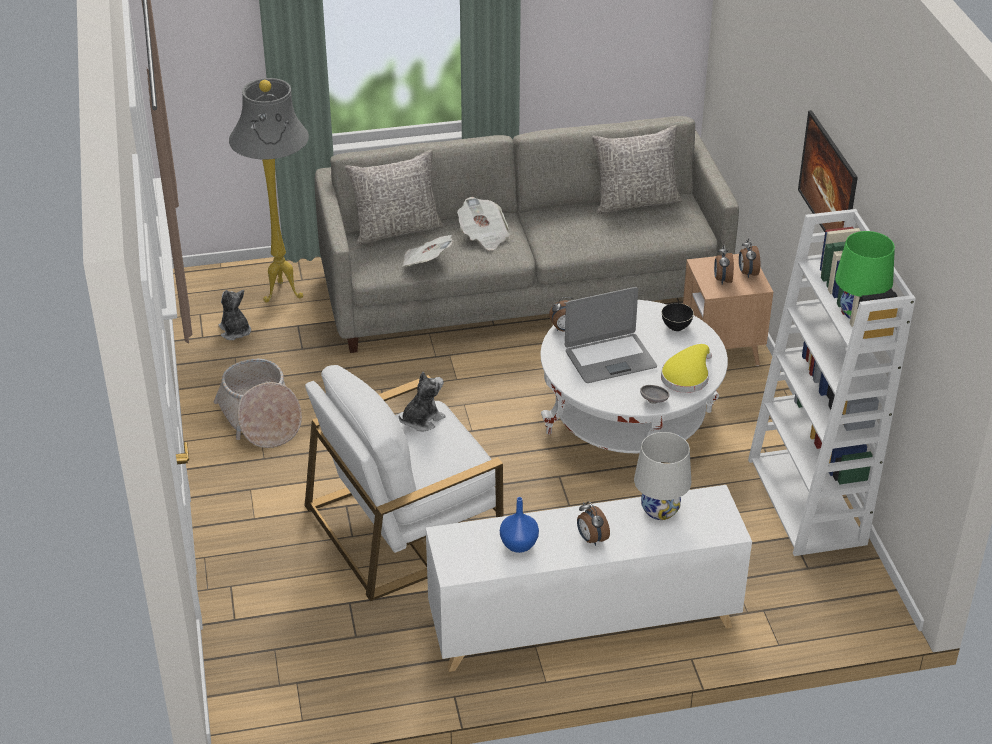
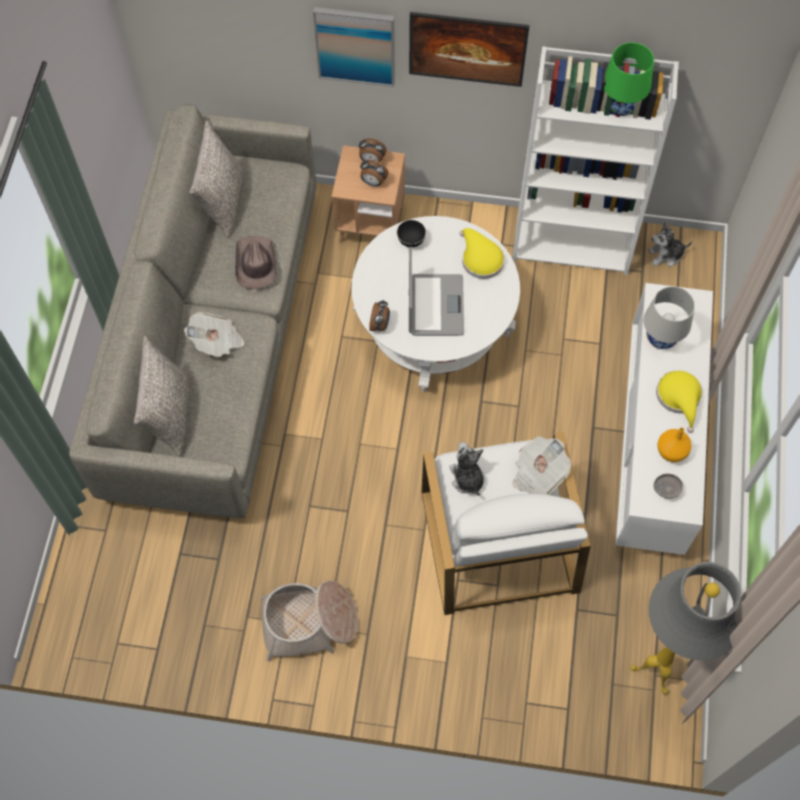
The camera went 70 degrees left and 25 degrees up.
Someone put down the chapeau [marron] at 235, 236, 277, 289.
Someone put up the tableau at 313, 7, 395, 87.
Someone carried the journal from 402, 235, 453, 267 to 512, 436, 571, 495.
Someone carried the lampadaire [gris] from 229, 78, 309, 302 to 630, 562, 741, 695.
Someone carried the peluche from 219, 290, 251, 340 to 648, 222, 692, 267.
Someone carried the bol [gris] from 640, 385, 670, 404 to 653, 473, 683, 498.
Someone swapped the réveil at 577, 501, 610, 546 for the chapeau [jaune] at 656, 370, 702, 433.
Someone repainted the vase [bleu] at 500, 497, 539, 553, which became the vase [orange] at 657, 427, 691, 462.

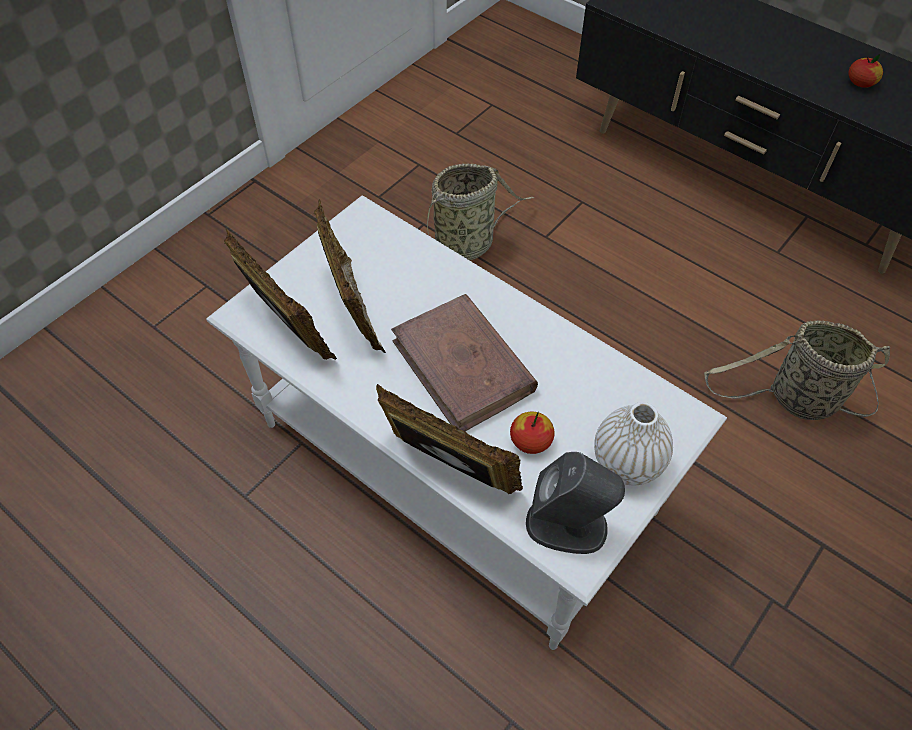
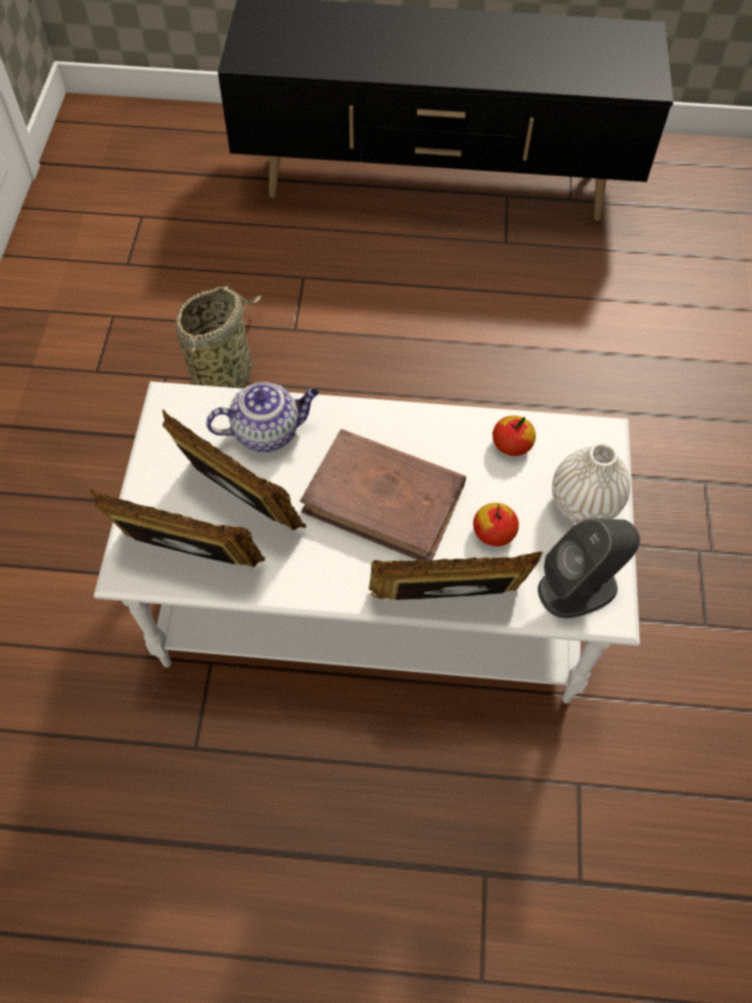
The camera went 35 degrees left and 5 degrees up.
Someone put down the théière at 206, 382, 319, 452.
Someone carried the pomme from 849, 54, 883, 88 to 493, 415, 536, 456.
Someone took away the panier at 704, 320, 890, 420.

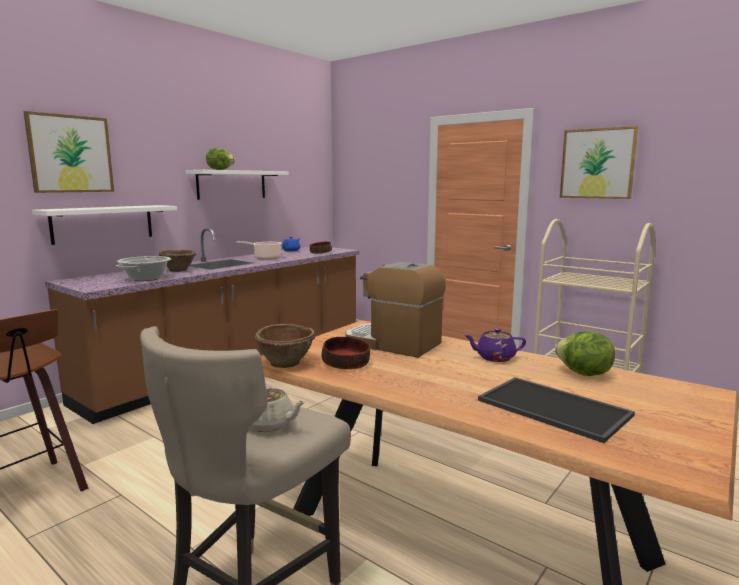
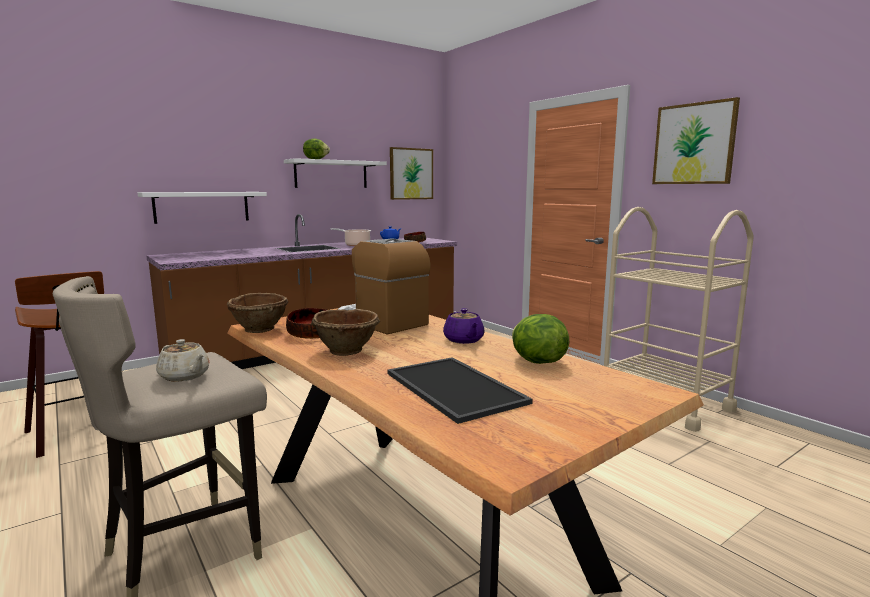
The camera went 15 degrees right and 0 degrees up.
Someone carried the bol [marron] from 159, 249, 196, 272 to 311, 309, 380, 356.
Someone carried the tableau from 23, 111, 114, 193 to 390, 147, 433, 200.
Someone rotated the théière [violet] at 464, 328, 526, 362 by 120 degrees counterclockwise.
Someone took away the marmite at 116, 256, 172, 281.

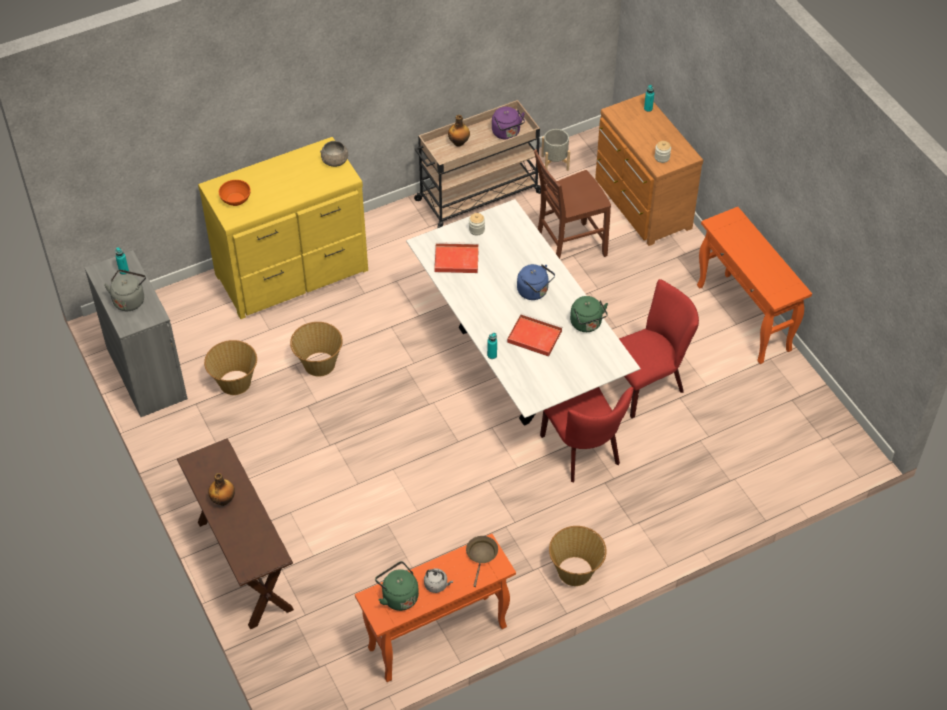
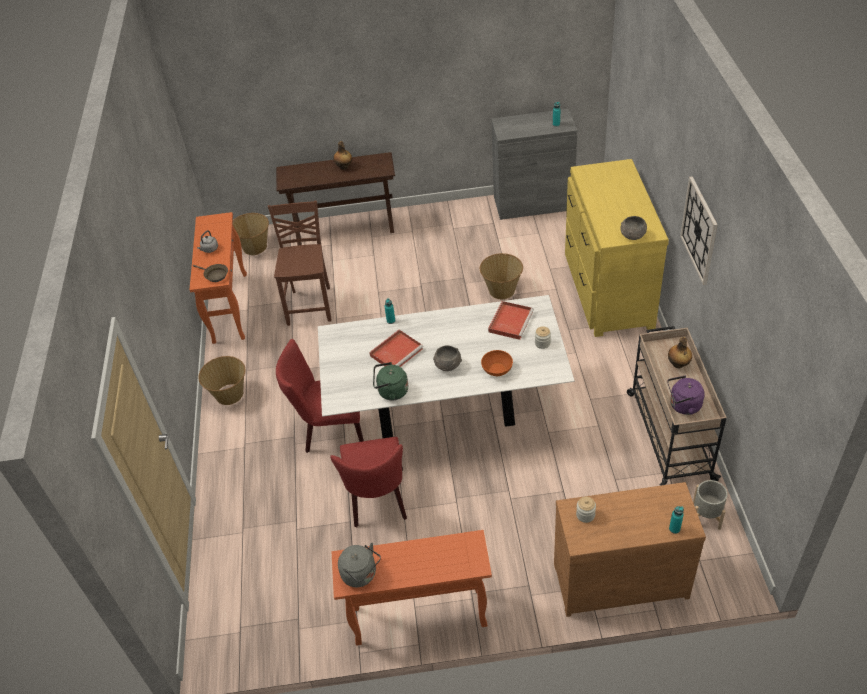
The camera went 115 degrees right and 5 degrees down.
Someone carried the panier from 204, 340, 257, 395 to 233, 213, 269, 255.
Someone carried the chaise [marron] from 534, 149, 611, 259 to 268, 201, 331, 326.
Someone carried the bouilloire [gris] from 104, 270, 146, 311 to 338, 543, 381, 587.
Someone swapped the bouilloire [bleu] at 517, 264, 555, 300 for the bol [gris] at 433, 345, 462, 371.
Someone carried the bol [orange] from 219, 180, 251, 206 to 481, 350, 513, 376.
Someone put up the horloge murale at 680, 176, 718, 285.
Someone took away the bouilloire [vert] at 375, 561, 419, 611.

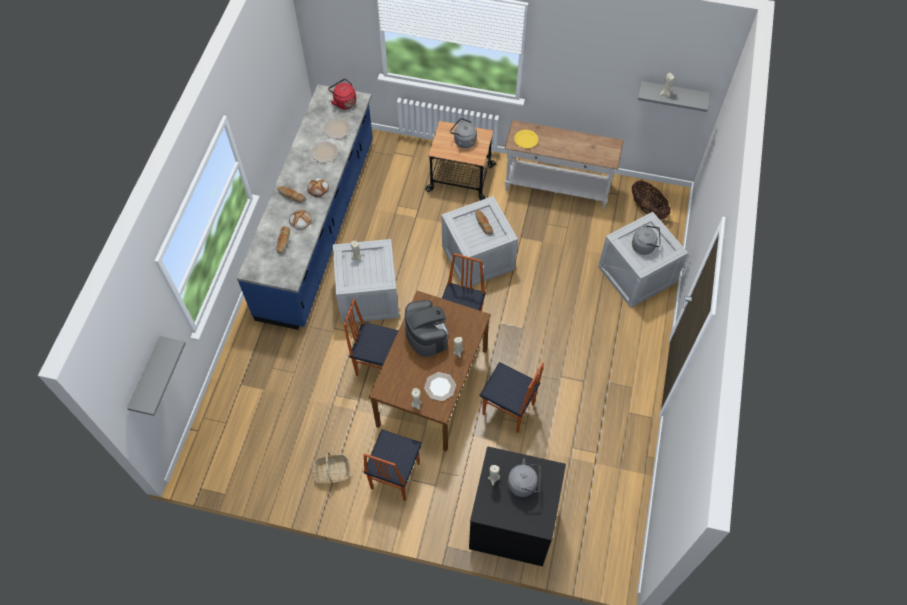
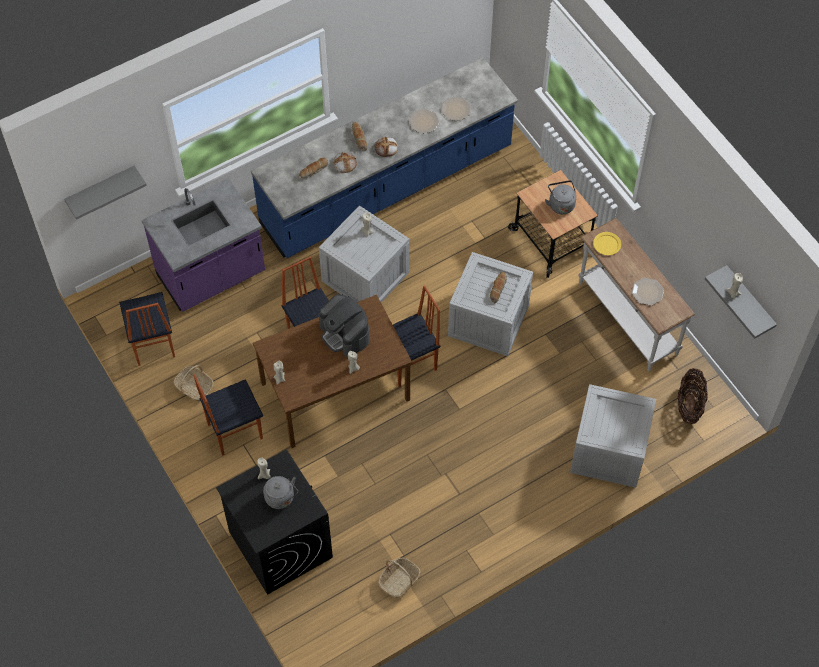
The camera went 45 degrees right and 0 degrees up.
Someone carried the chaise from 480, 362, 544, 433 to 119, 292, 175, 366.
Someone put down the comptoir de cuisine [violet] at 141, 178, 265, 312.
Someone rotated the machine à café at 405, 300, 449, 357 by 120 degrees clockwise.
Someone put down the panier at 379, 558, 421, 598.
Someone carried the assiette from 424, 372, 456, 401 to 632, 278, 664, 305.
Someone took away the bouilloire [rouge] at 328, 79, 356, 109.
Someone took away the bouilloire [gris] at 632, 224, 661, 255.

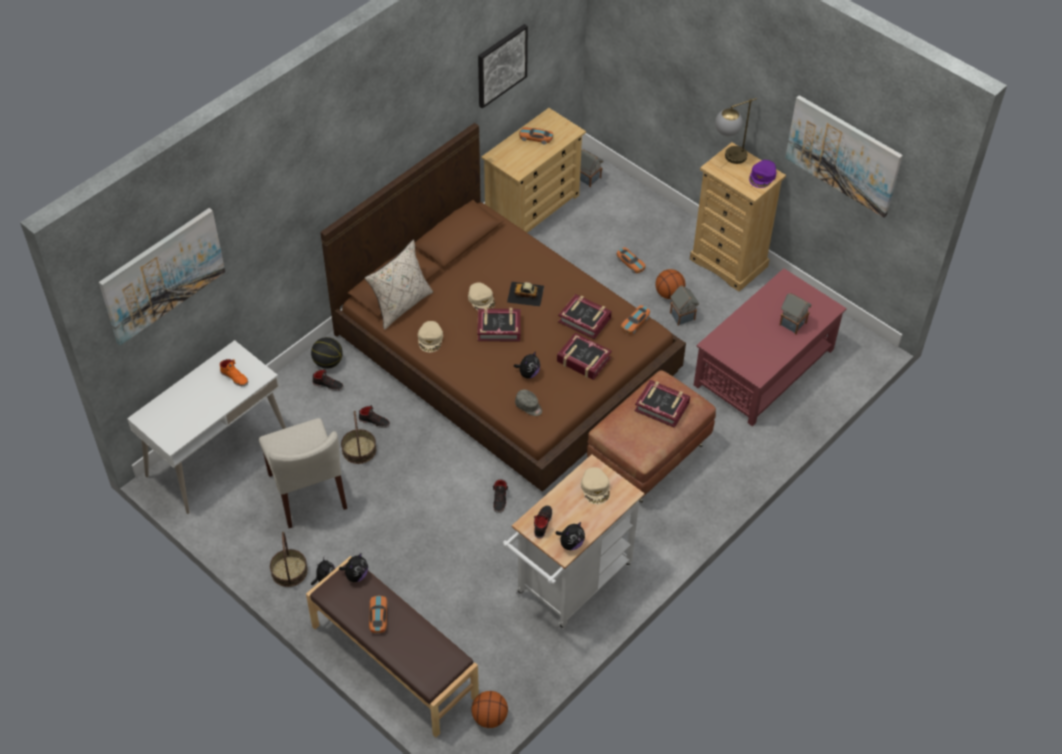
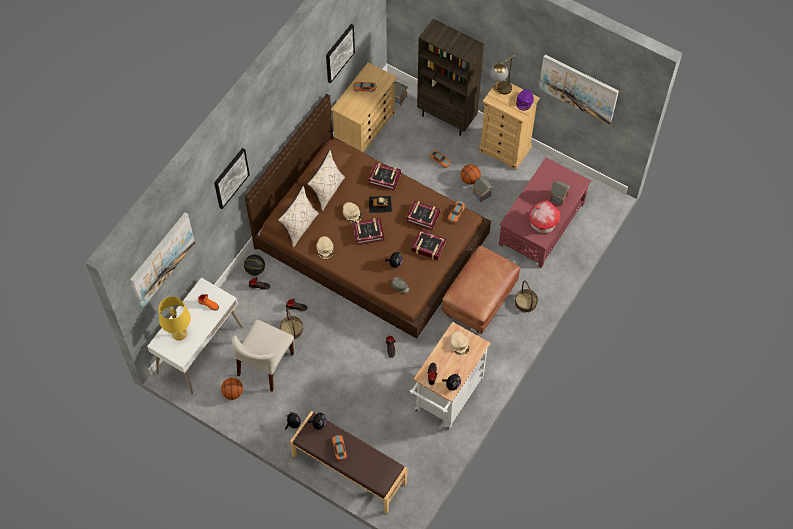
The camera went 10 degrees left and 10 degrees up.
Someone put down the lampe de table [jaune] at 159, 297, 191, 341.
Someone put up the tableau at 214, 148, 250, 209.
Someone carried the ballon de basket from 471, 691, 508, 728 to 221, 378, 243, 400.
Someone rotated the chaise [beige] at 259, 418, 347, 528 by 60 degrees clockwise.
Someone put down the coussin [beige] at 307, 150, 345, 211.
Someone carried the livre from 634, 380, 690, 428 to 368, 163, 401, 191.
Someone put down the bibliothèque [marron] at 417, 19, 484, 136.
Someone carried the panier from 270, 532, 308, 587 to 515, 280, 538, 313.
Someone put down the maison miniature at 529, 200, 560, 233.

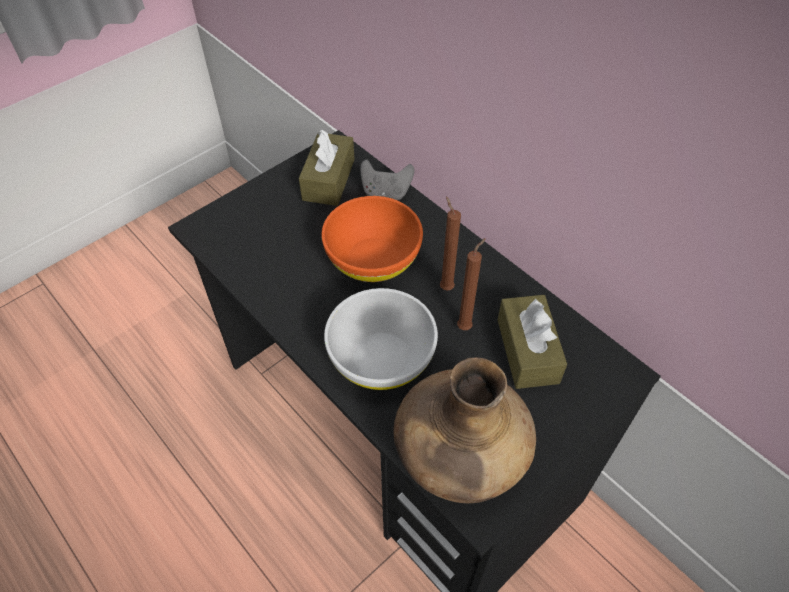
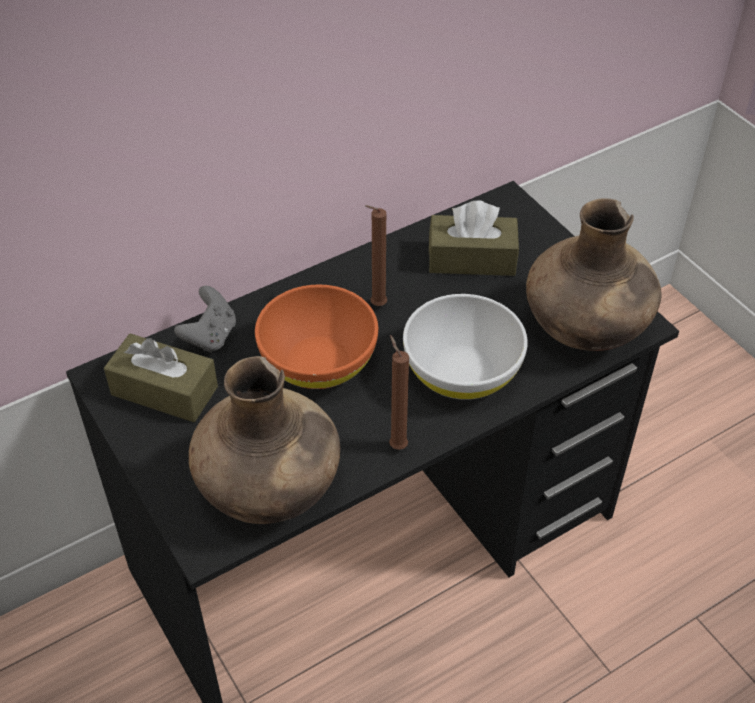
The camera went 80 degrees left and 5 degrees down.
Someone put down the vase [marron] at 189, 356, 340, 524.
Someone carried the bougie [marron] from 457, 238, 486, 330 to 389, 335, 409, 450.

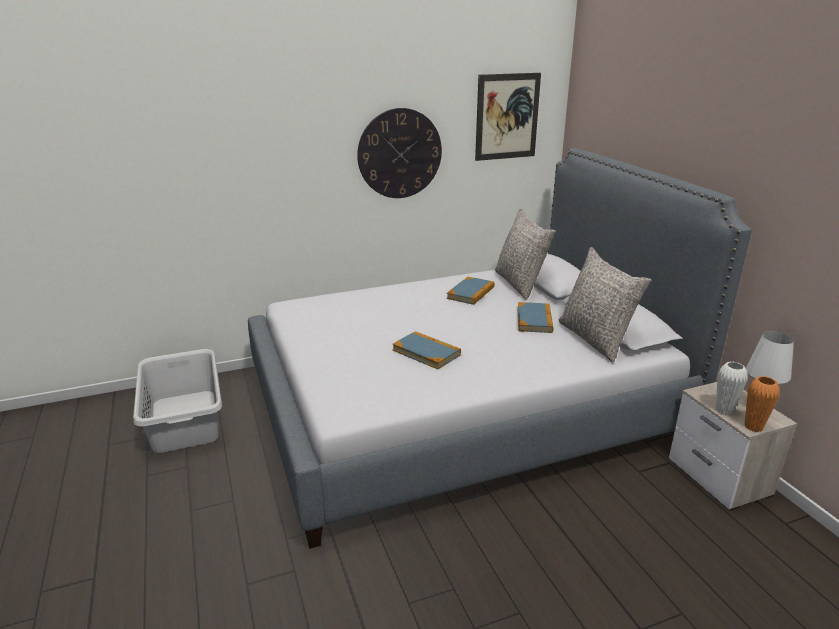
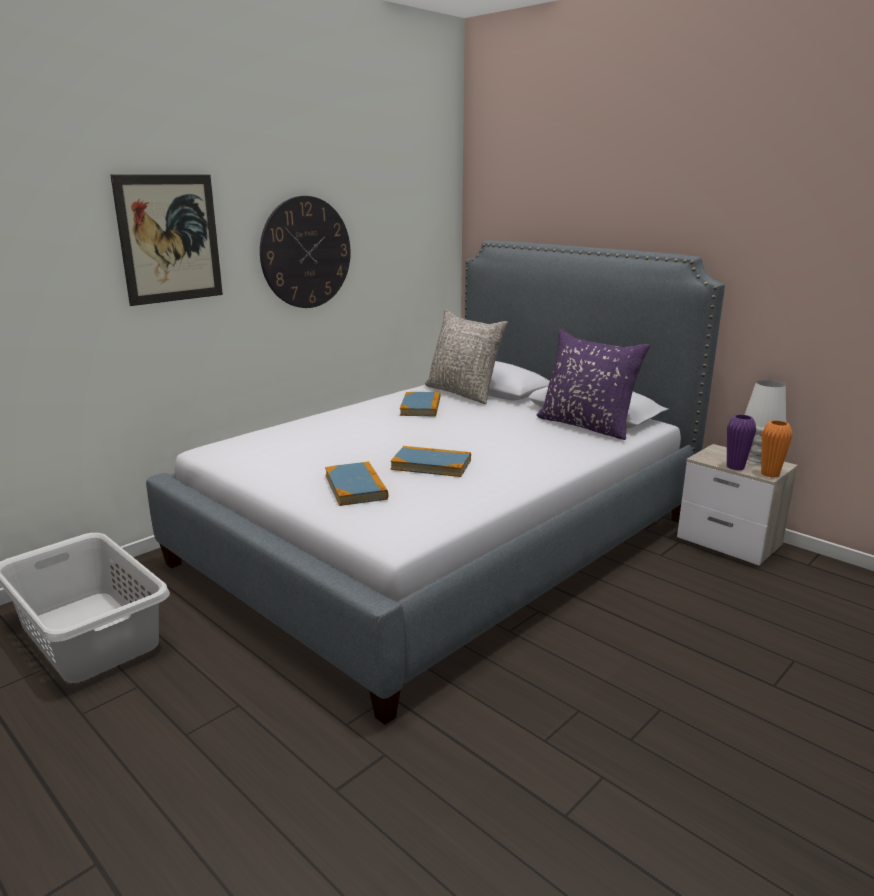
The camera went 25 degrees left and 5 degrees down.
Someone carried the tableau from 475, 73, 541, 161 to 110, 174, 223, 306.
Someone carried the livre from 518, 302, 553, 333 to 325, 462, 388, 506.
Someone repainted the coussin [gris] at 558, 247, 652, 362, which became the coussin [violet] at 537, 329, 650, 440.
Someone repainted the vase [blanc] at 715, 362, 748, 416, which became the vase [violet] at 727, 414, 756, 470.

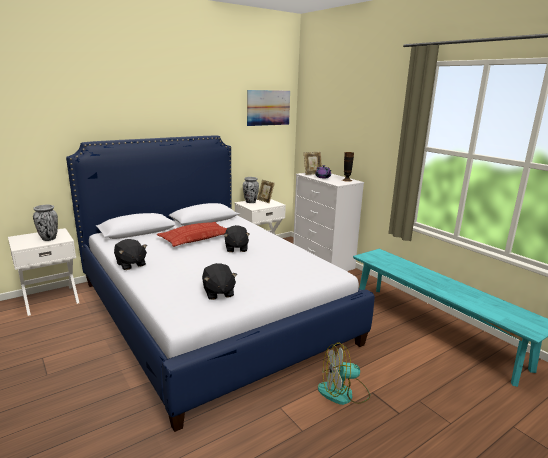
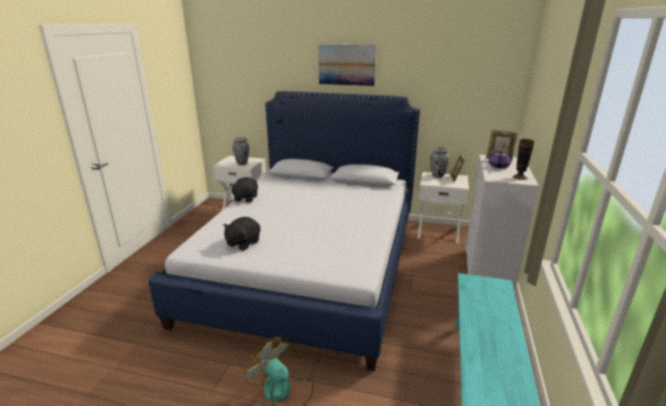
The camera went 50 degrees right and 5 degrees up.
Someone carried the tableau from 247, 90, 290, 126 to 318, 44, 376, 86.
Someone took away the coussin at 157, 222, 227, 247.
Someone took away the peluche [noir] at 224, 225, 250, 252.

